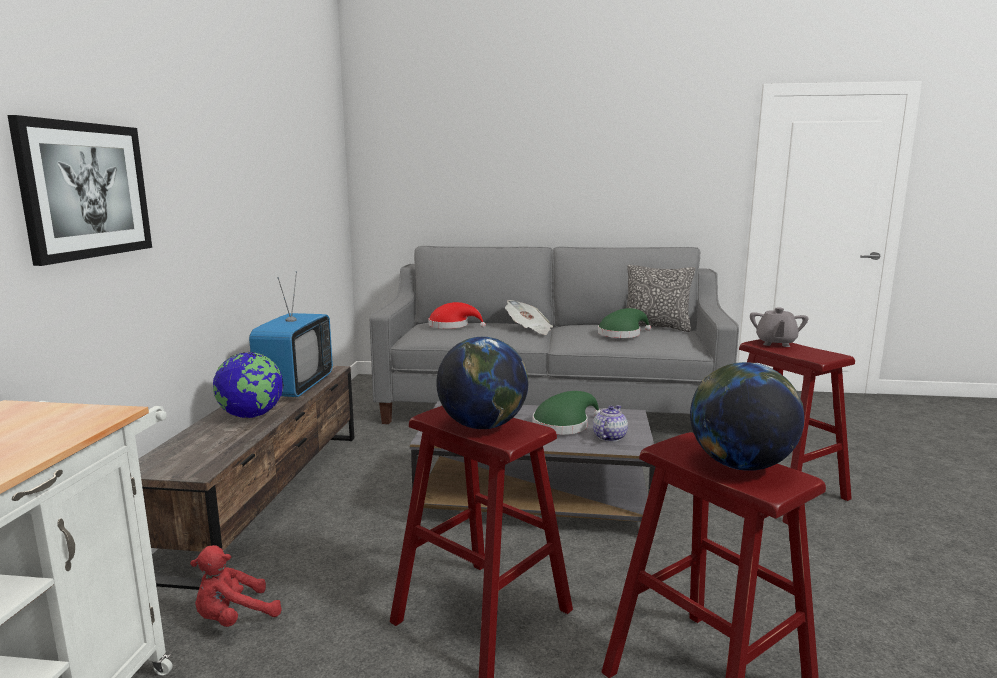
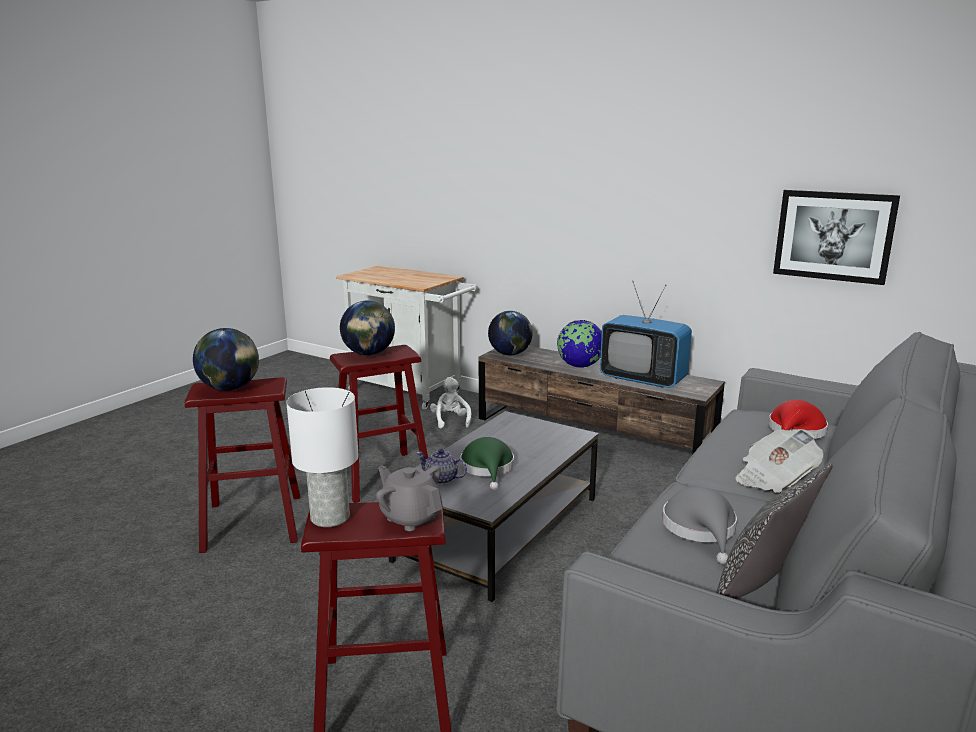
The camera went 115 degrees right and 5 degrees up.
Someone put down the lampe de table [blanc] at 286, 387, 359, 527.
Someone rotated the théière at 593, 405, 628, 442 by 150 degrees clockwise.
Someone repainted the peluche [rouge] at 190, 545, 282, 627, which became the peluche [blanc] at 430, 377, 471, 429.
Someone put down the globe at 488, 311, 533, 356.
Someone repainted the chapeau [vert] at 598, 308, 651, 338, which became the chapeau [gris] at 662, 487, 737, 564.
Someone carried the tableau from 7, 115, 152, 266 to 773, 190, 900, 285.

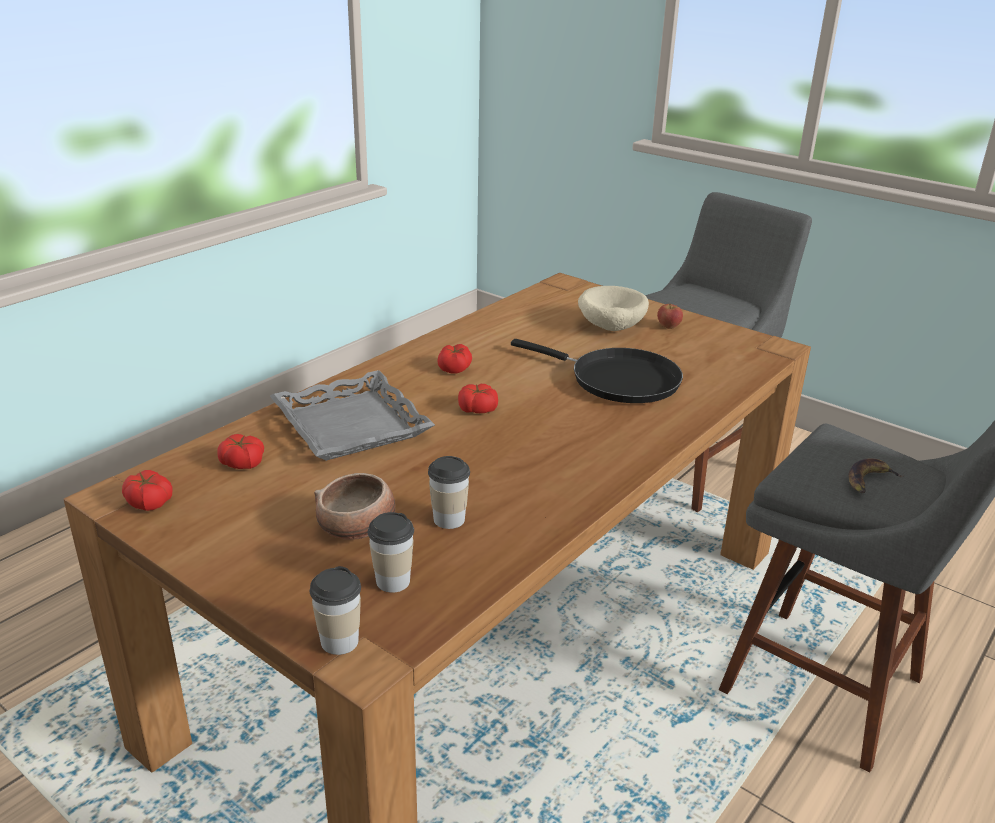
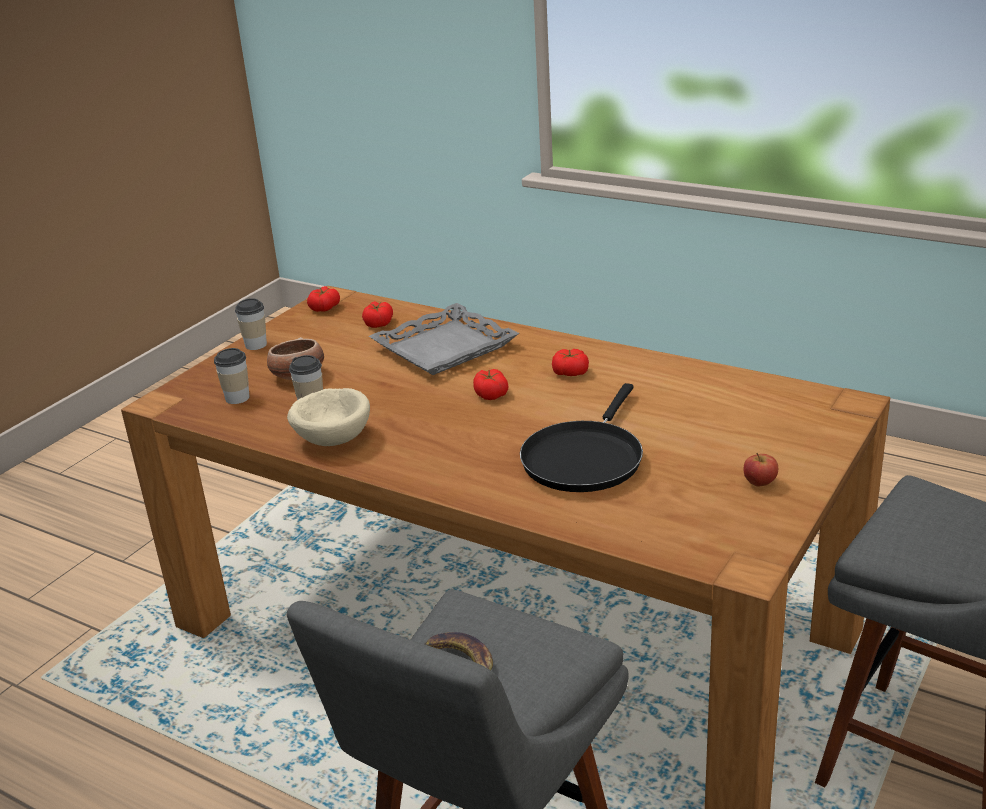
The camera went 85 degrees right and 0 degrees up.
Someone carried the tasse from 310, 566, 361, 655 to 235, 298, 267, 350.
Someone carried the bol [beige] from 578, 286, 649, 331 to 287, 388, 370, 446.

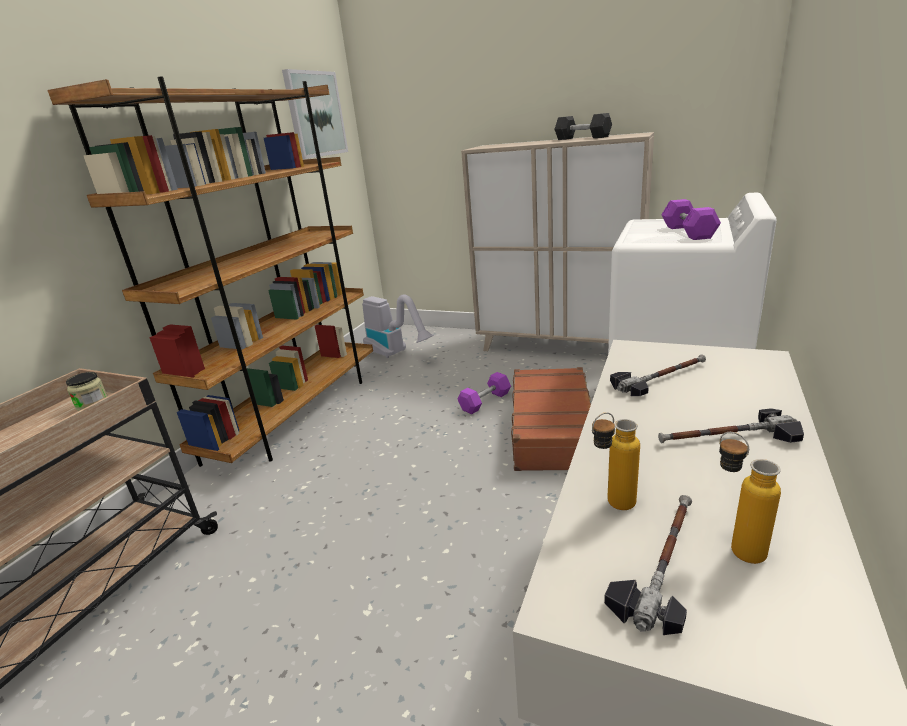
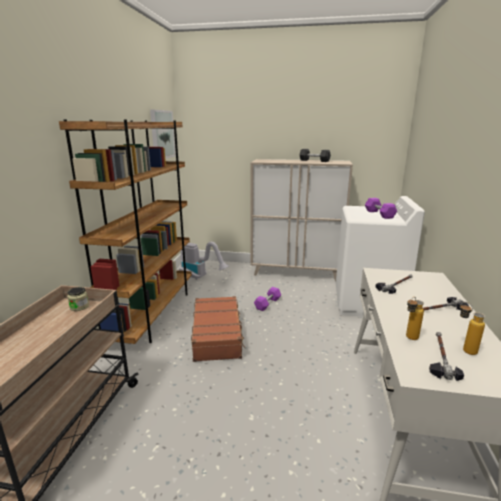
The camera went 15 degrees left and 5 degrees down.
Someone carried the valise [marron] from 511, 367, 591, 471 to 191, 296, 246, 362.

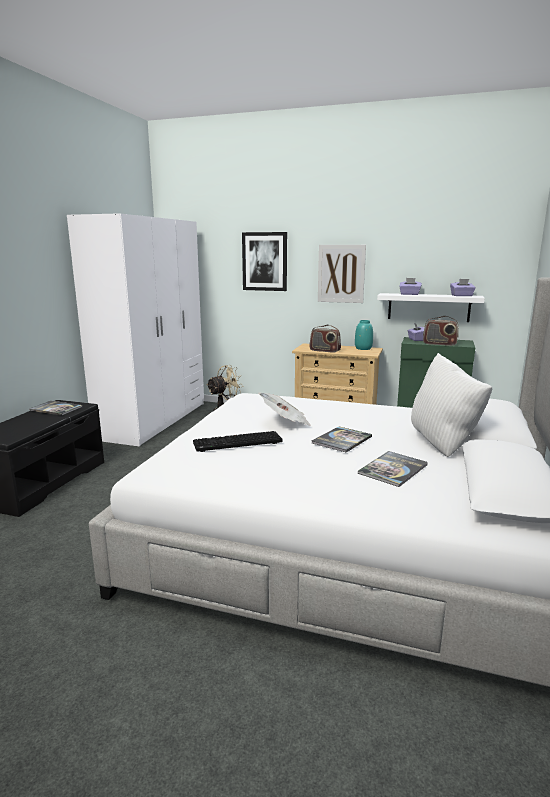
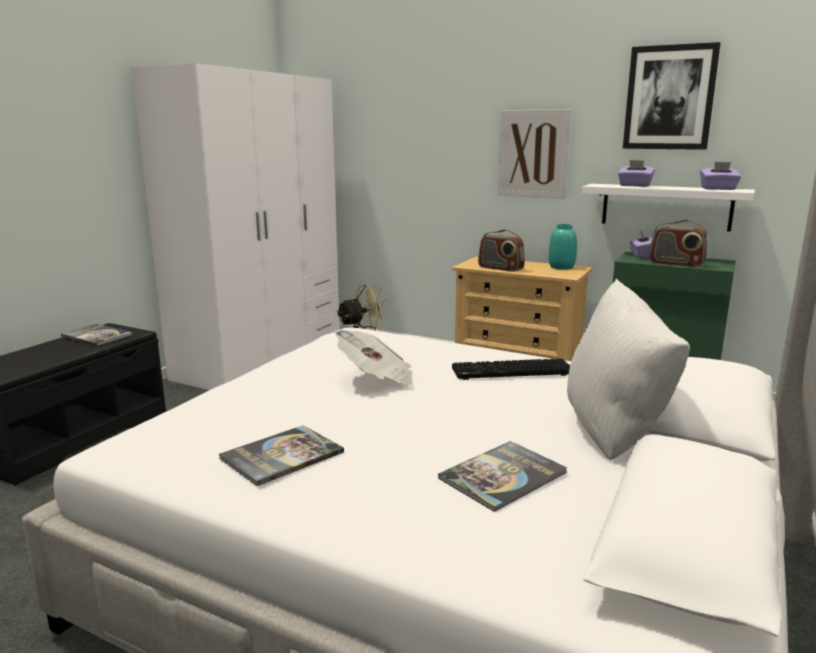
The camera went 10 degrees right and 0 degrees up.
Someone carried the livre from 312, 426, 372, 453 to 219, 425, 344, 486.
Someone carried the clavier from 193, 431, 283, 452 to 452, 358, 570, 380.
Someone carried the tableau from 242, 232, 287, 291 to 623, 42, 721, 150.

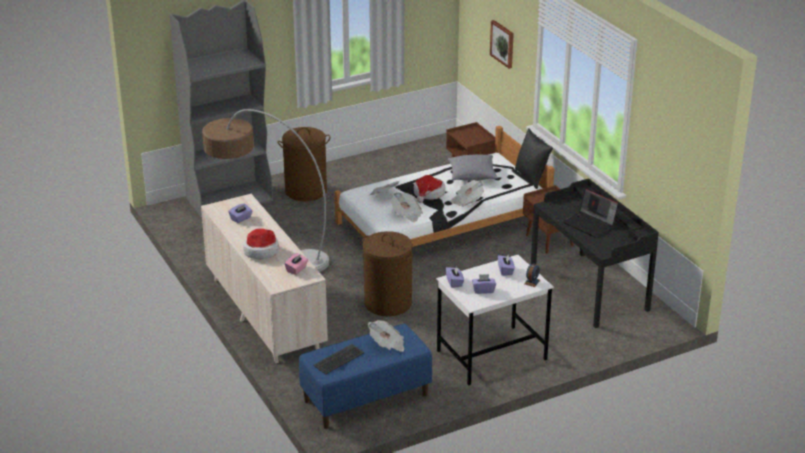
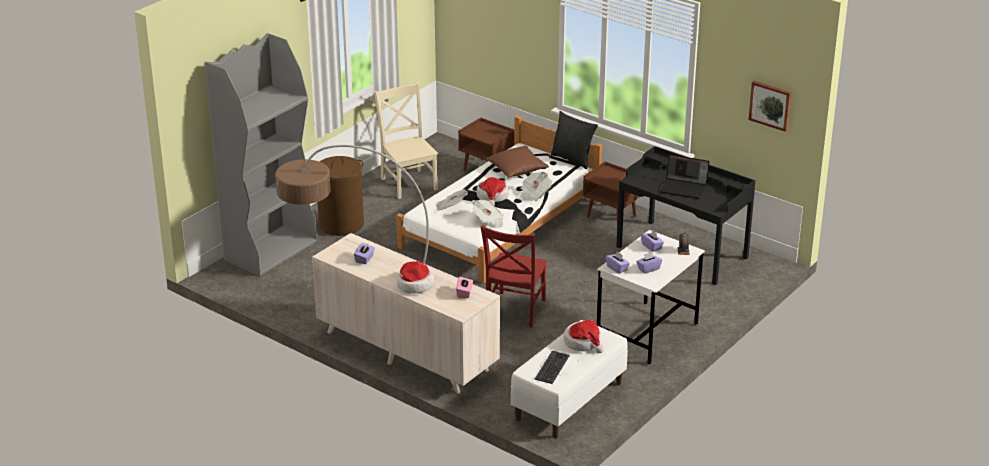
The camera went 25 degrees left and 0 degrees up.
Someone put down the chaise [beige] at 374, 82, 438, 199.
Someone swapped the panier à linge [marron] at 362, 231, 413, 316 for the chaise [rouge] at 481, 225, 547, 328.
Someone repainted the coussin [gris] at 448, 155, 498, 181, which became the coussin [marron] at 486, 146, 549, 178.
Someone repainted the banc [bleu] at 299, 324, 432, 429, which became the banc [blanc] at 511, 320, 628, 439.
Someone swapped the journal at 368, 320, 404, 352 for the chapeau at 563, 320, 604, 353.
Someone carried the tableau from 490, 20, 514, 69 to 749, 81, 792, 132.

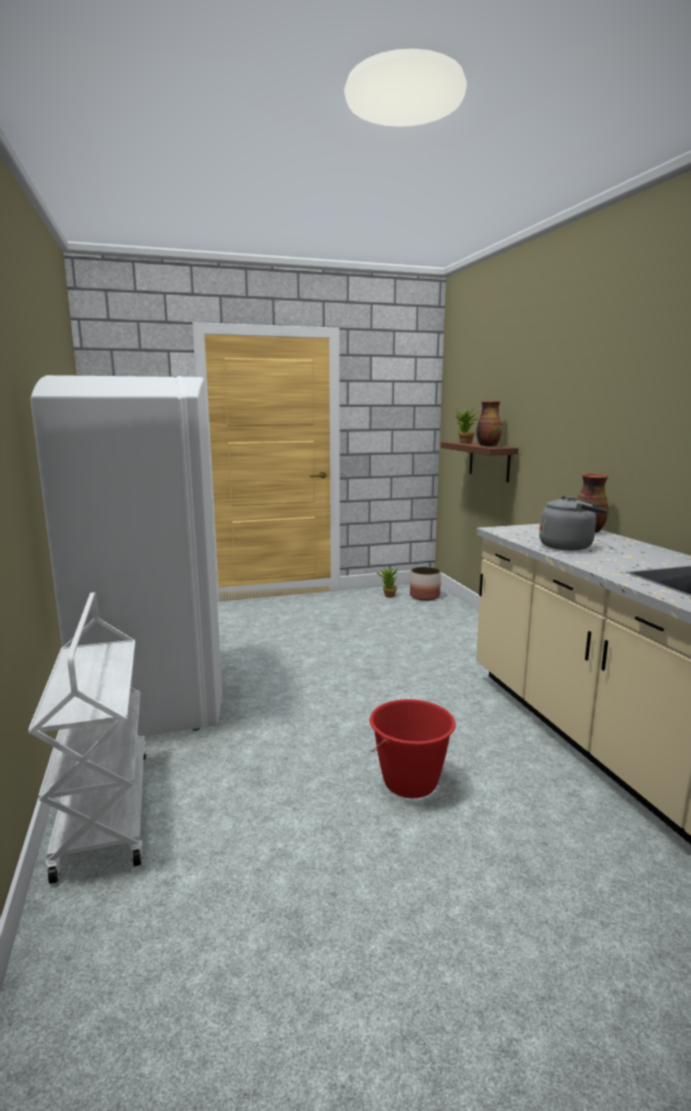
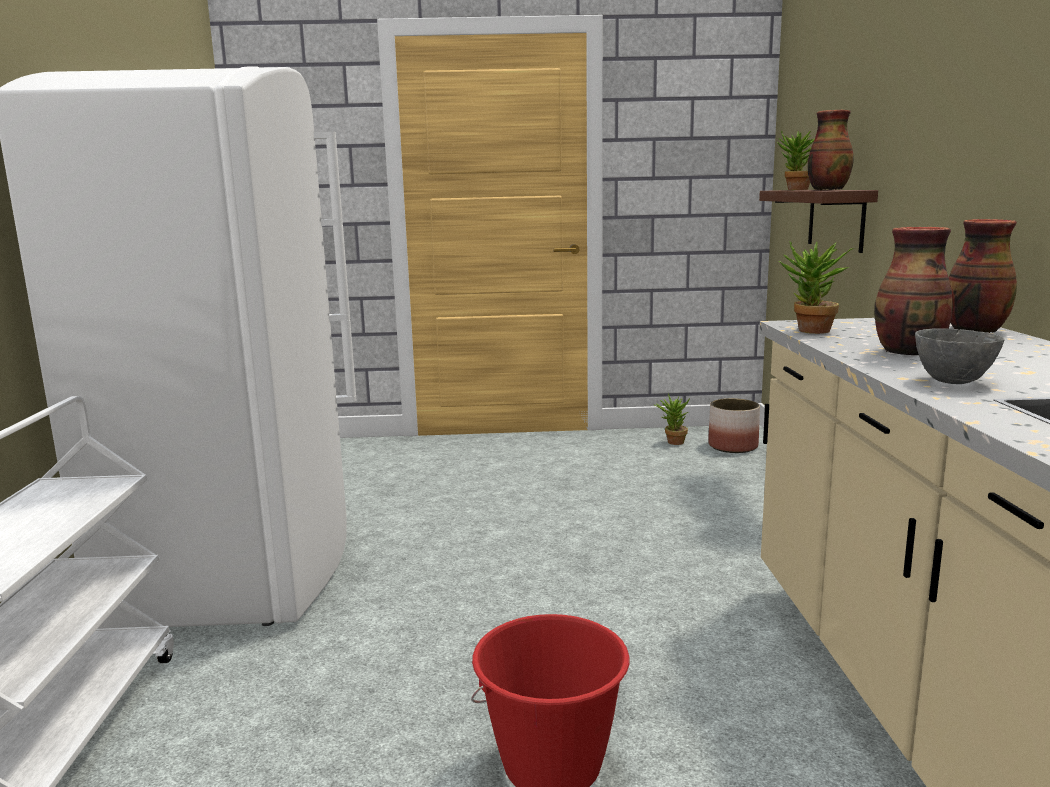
The camera went 15 degrees right and 0 degrees up.
Someone put down the plante en pot at 779, 242, 854, 334.
Someone swapped the bouilloire [gris] at 539, 496, 607, 550 for the vase at 874, 227, 953, 355.
Someone put down the bol [gris] at 915, 328, 1004, 384.

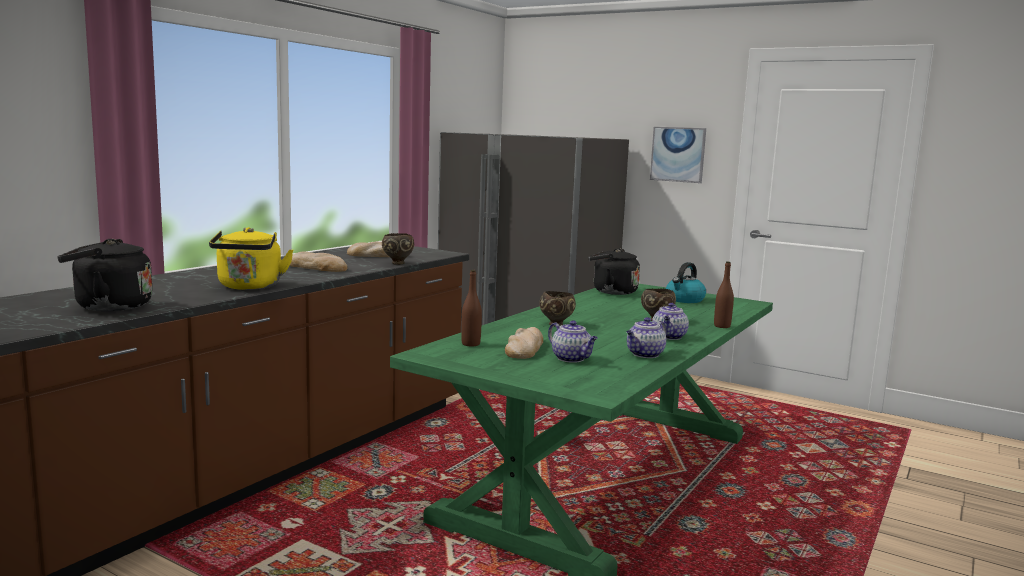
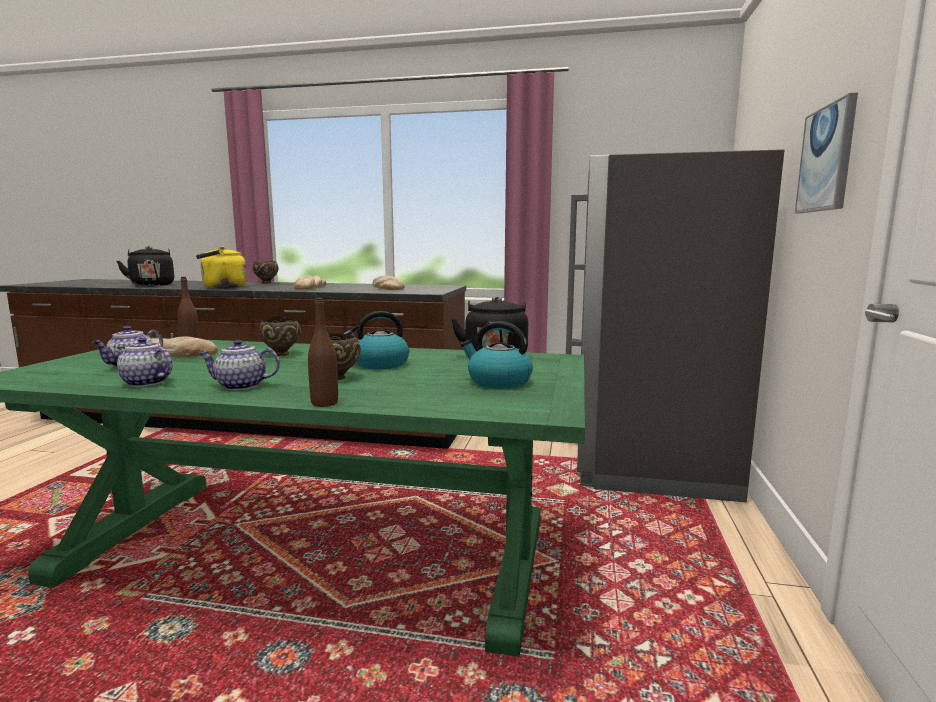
The camera went 70 degrees right and 0 degrees up.
Someone carried the bol [marron] from 382, 233, 414, 265 to 253, 260, 278, 283.
Someone put down the bouilloire at 344, 311, 409, 369.

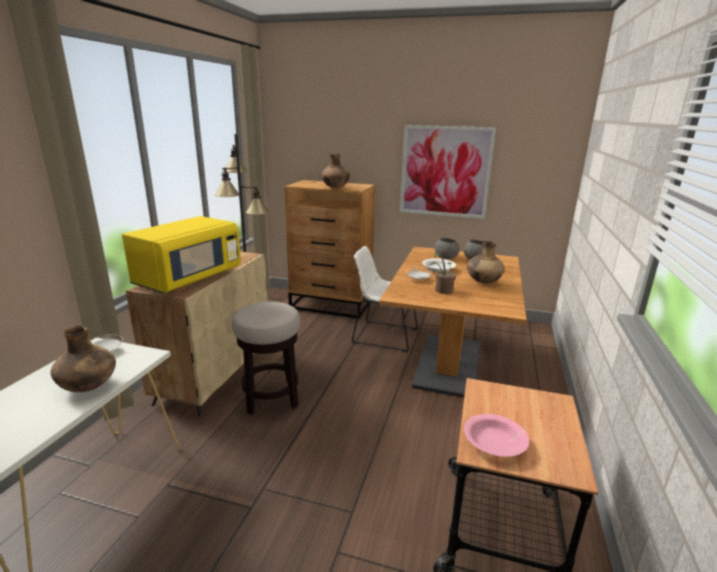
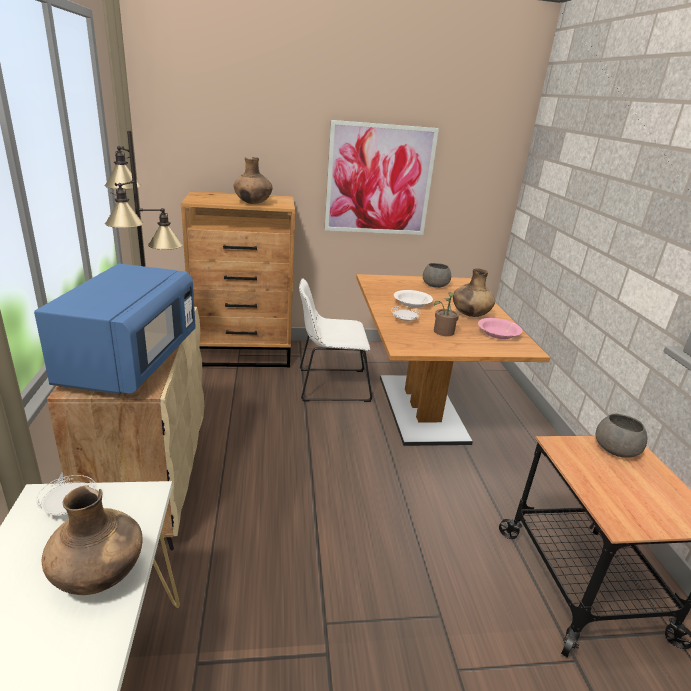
The camera went 25 degrees left and 5 degrees up.
Someone repainted the micro-ondes [jaune] at 122, 216, 241, 293, which became the micro-ondes [bleu] at 34, 264, 196, 394.
Someone carried the bol [rose] from 464, 414, 529, 457 to 478, 318, 523, 339.
Someone carried the bol [gris] from 435, 238, 460, 259 to 596, 414, 647, 458.
Someone took away the tabouret at 232, 301, 300, 415.

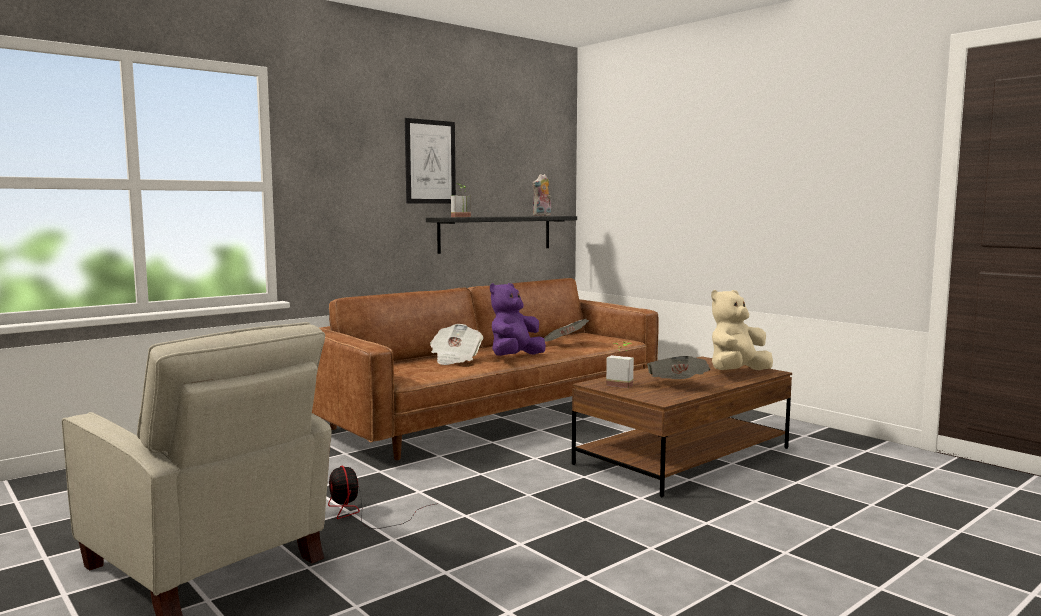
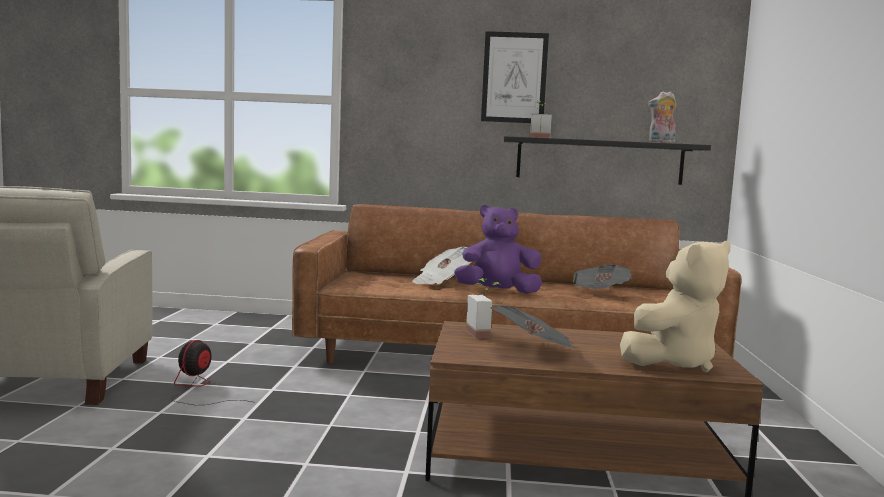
The camera went 45 degrees right and 0 degrees up.
Someone rotated the peluche [beige] at 711, 290, 773, 370 by 135 degrees clockwise.

